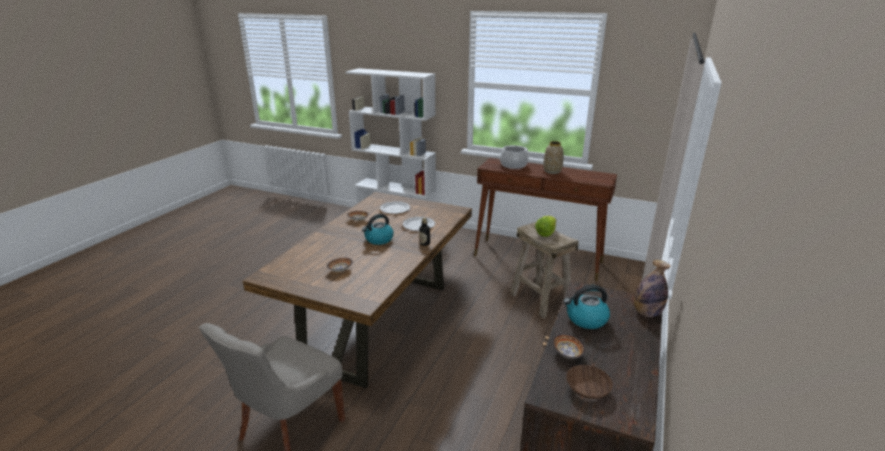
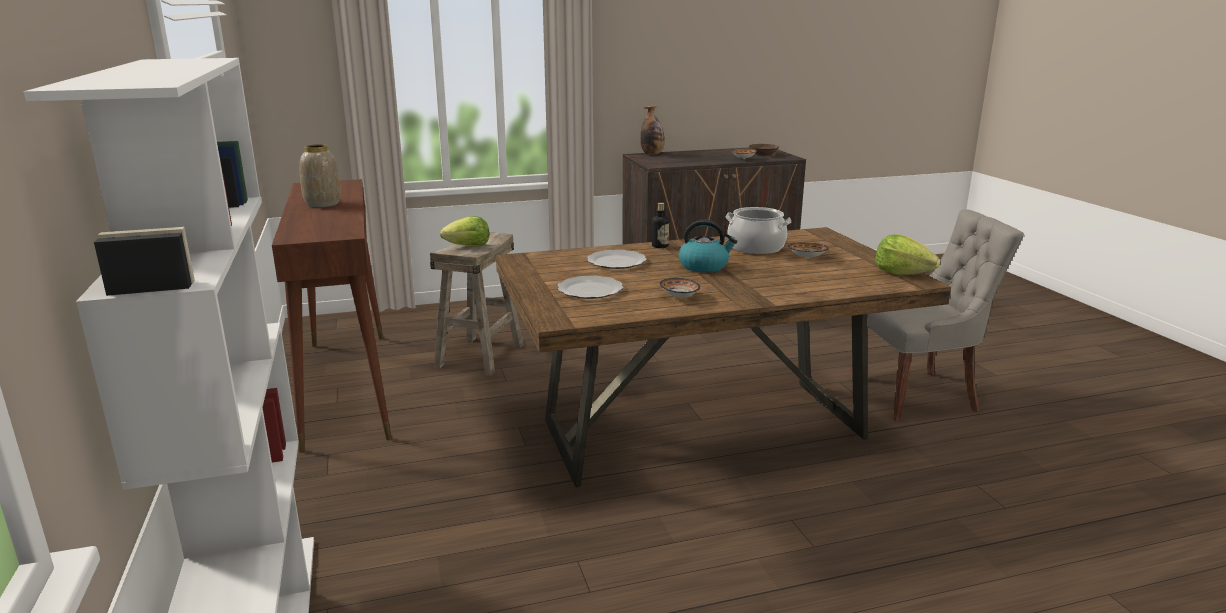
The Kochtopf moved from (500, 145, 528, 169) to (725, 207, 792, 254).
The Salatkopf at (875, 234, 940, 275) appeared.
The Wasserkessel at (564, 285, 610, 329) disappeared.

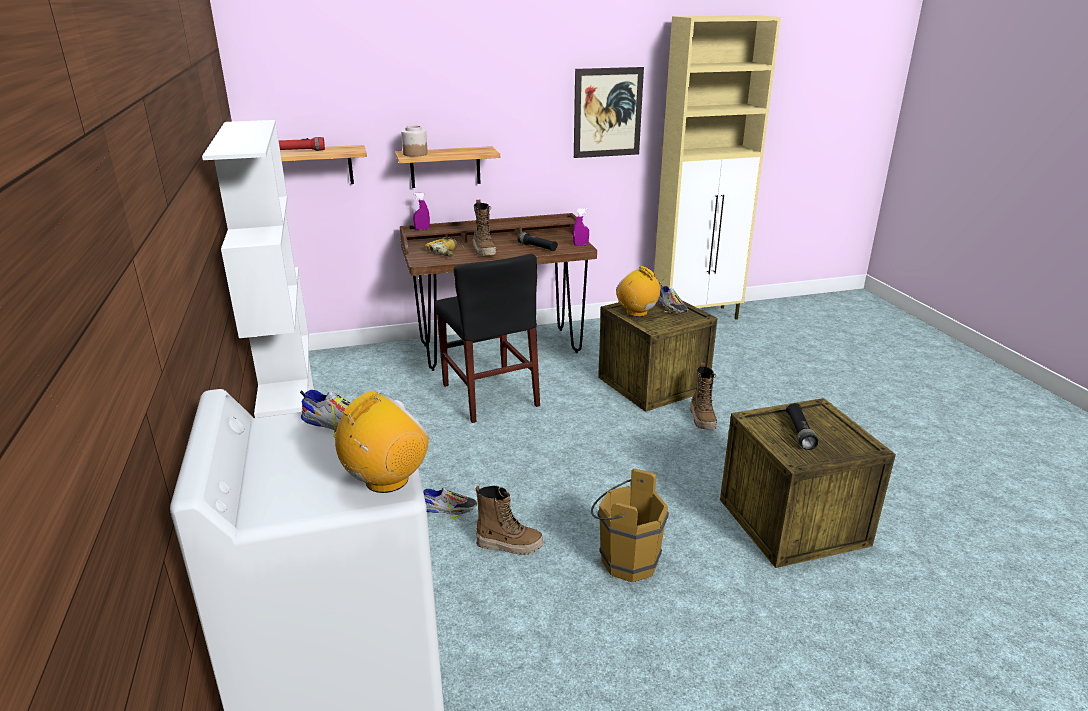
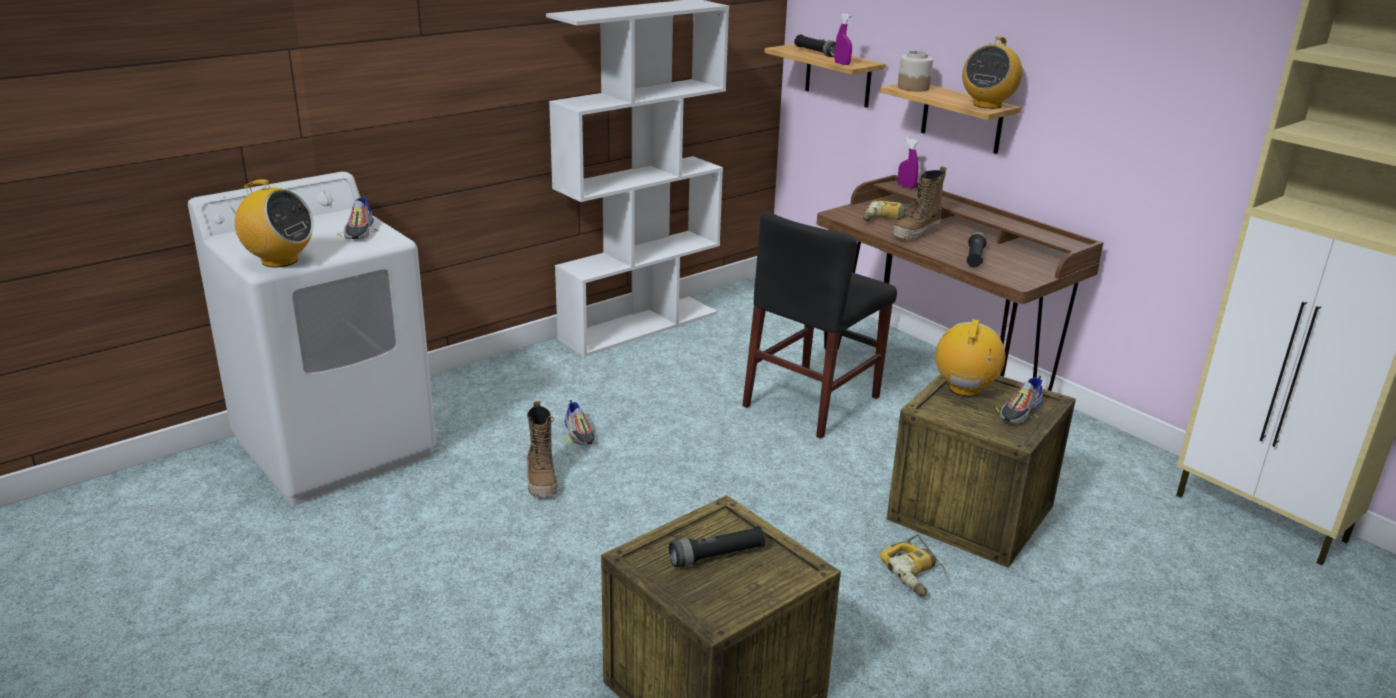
The Taschenlampe (rot) at (279, 137, 325, 151) became the Taschenlampe (schwarz) at (794, 34, 836, 57).
The Sprühflasche (lila) moved from (573, 208, 589, 246) to (834, 13, 853, 65).
The Stiefel at (690, 363, 717, 429) was replaced by the Bohrmaschine at (880, 535, 947, 597).
The Radio at (962, 37, 1022, 109) appeared.
The Bild at (574, 67, 644, 158) disappeared.
The Eimer (braun) at (591, 469, 669, 582) disappeared.

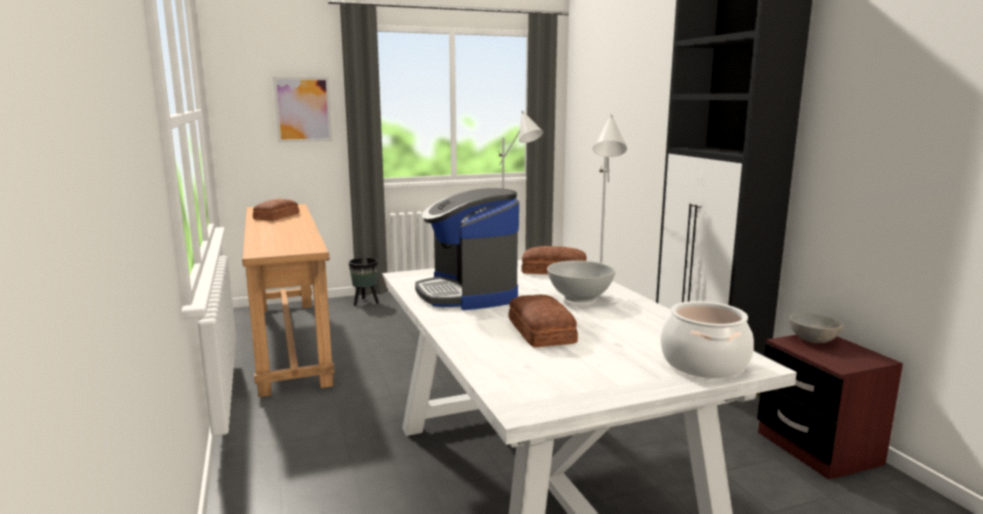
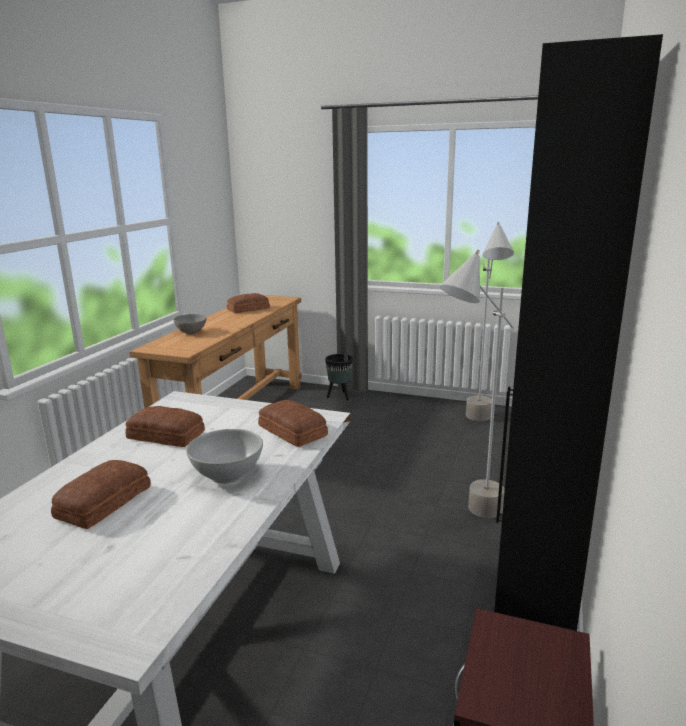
The Kaffeemaschine at (415, 188, 519, 310) was replaced by the Brot at (125, 406, 205, 447).
The Schüssel (grau) moved from (789, 313, 843, 343) to (173, 314, 207, 334).
The Bild at (273, 77, 333, 143) disappeared.
The Kochtopf at (660, 301, 754, 378) disappeared.

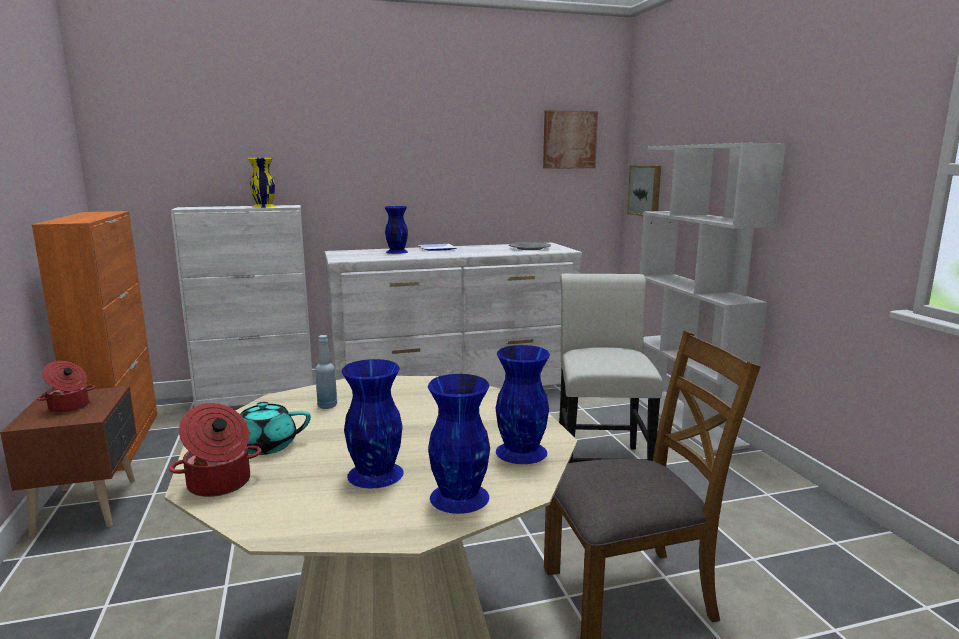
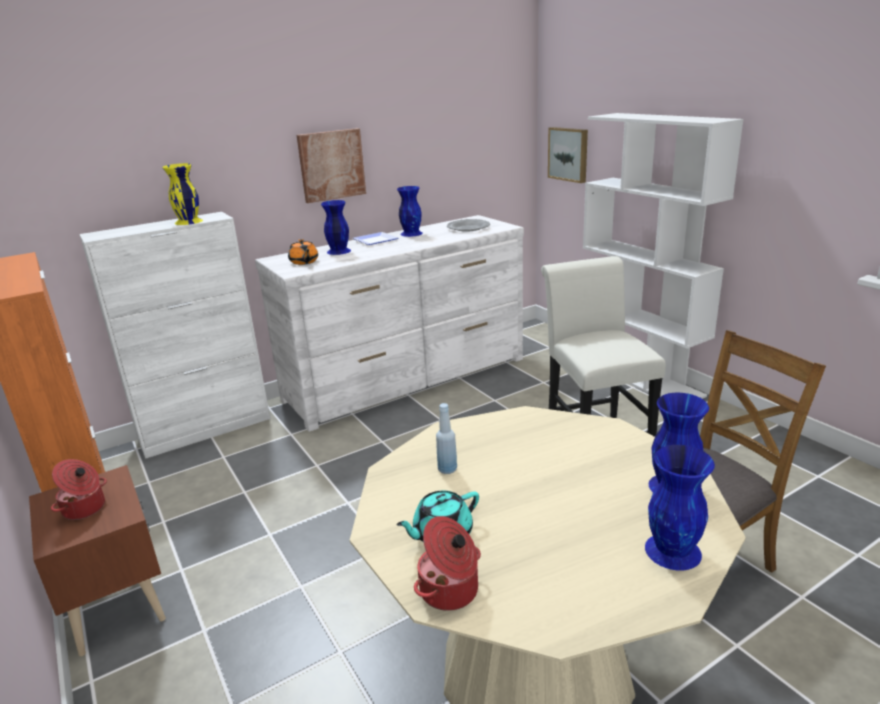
The Teekanne (orange) at (288, 239, 318, 265) appeared.
The Bild moved from (543, 110, 598, 168) to (297, 128, 366, 203).
The Vase (blau) moved from (342, 359, 403, 488) to (397, 186, 423, 237).

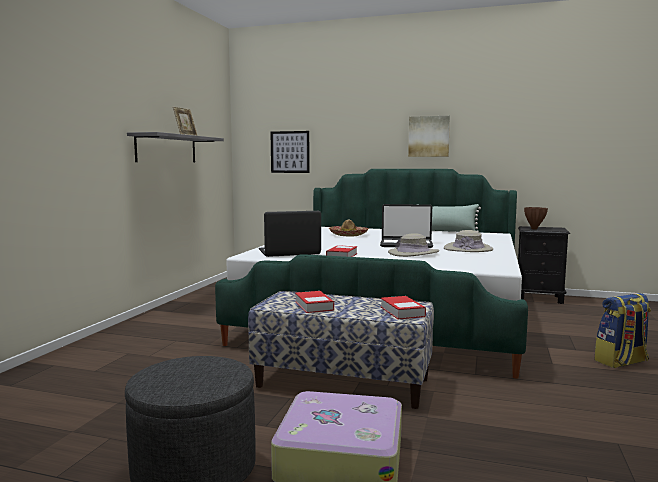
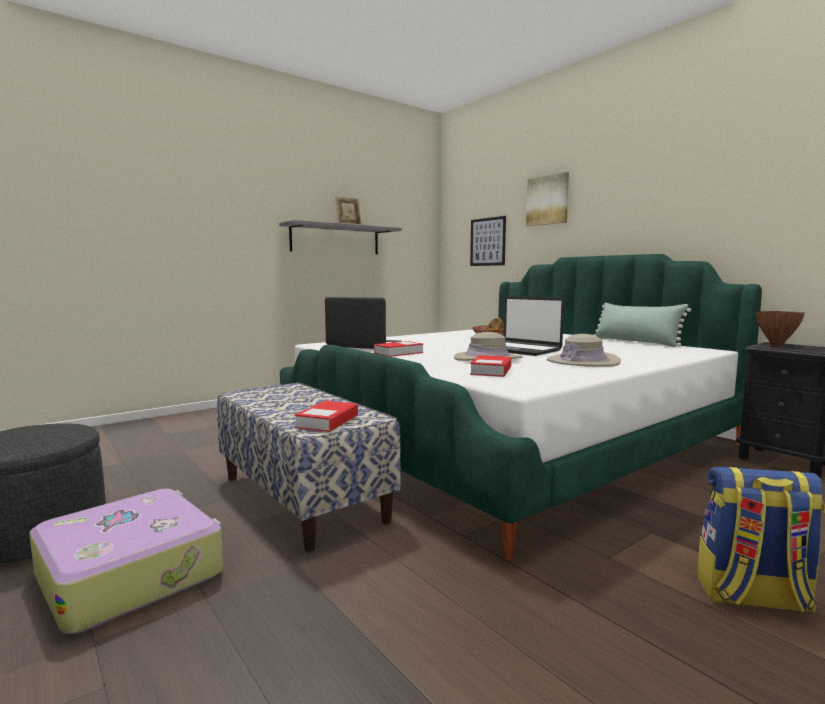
The Buch moved from (295, 291, 334, 313) to (470, 355, 511, 377).
The Bild moved from (408, 116, 450, 157) to (526, 172, 569, 226).

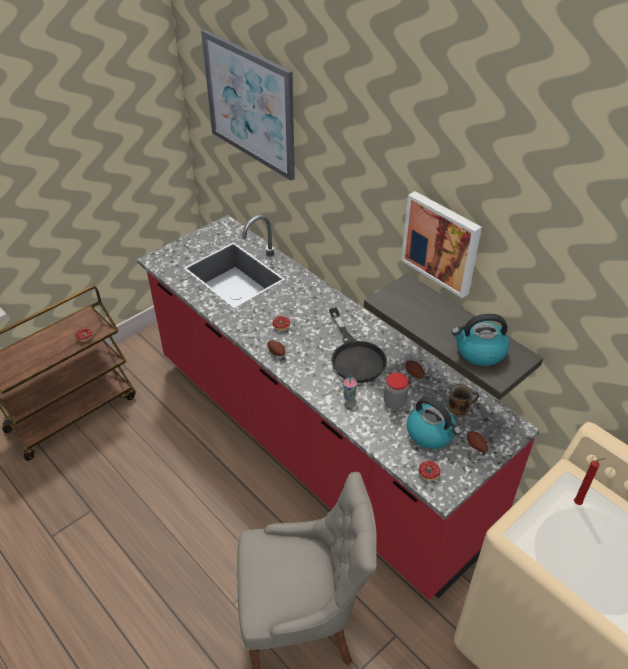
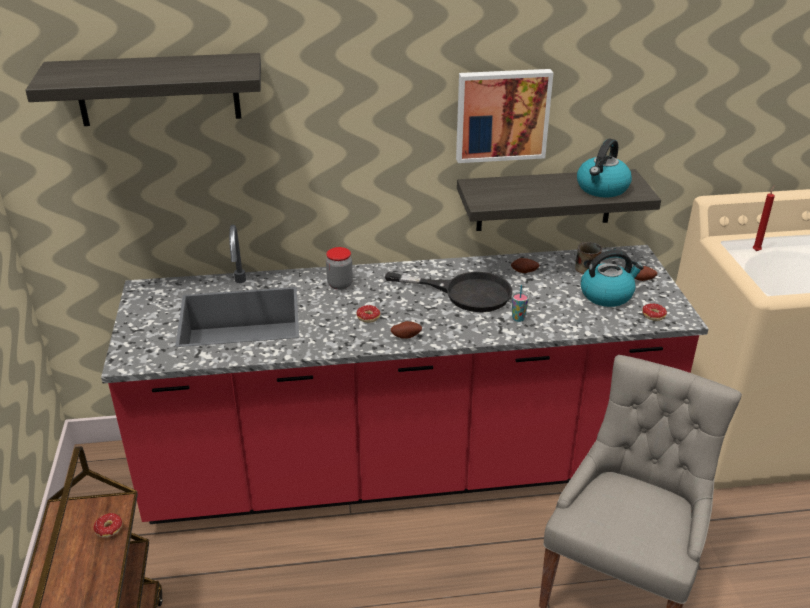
The Bild at (201, 30, 295, 181) was replaced by the Wandregal at (25, 53, 261, 126).
The Vorratsglas moved from (384, 372, 409, 409) to (326, 247, 353, 290).

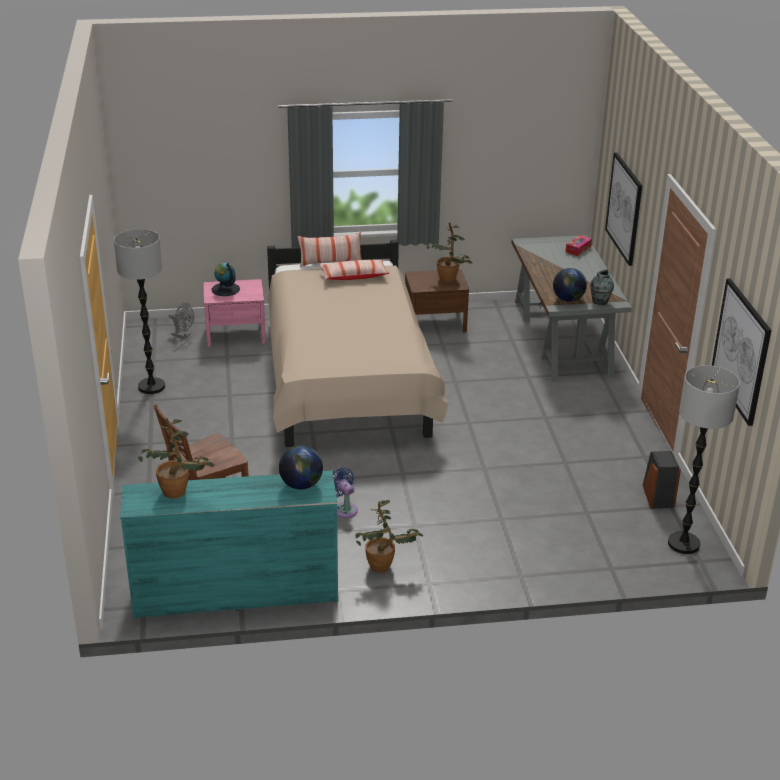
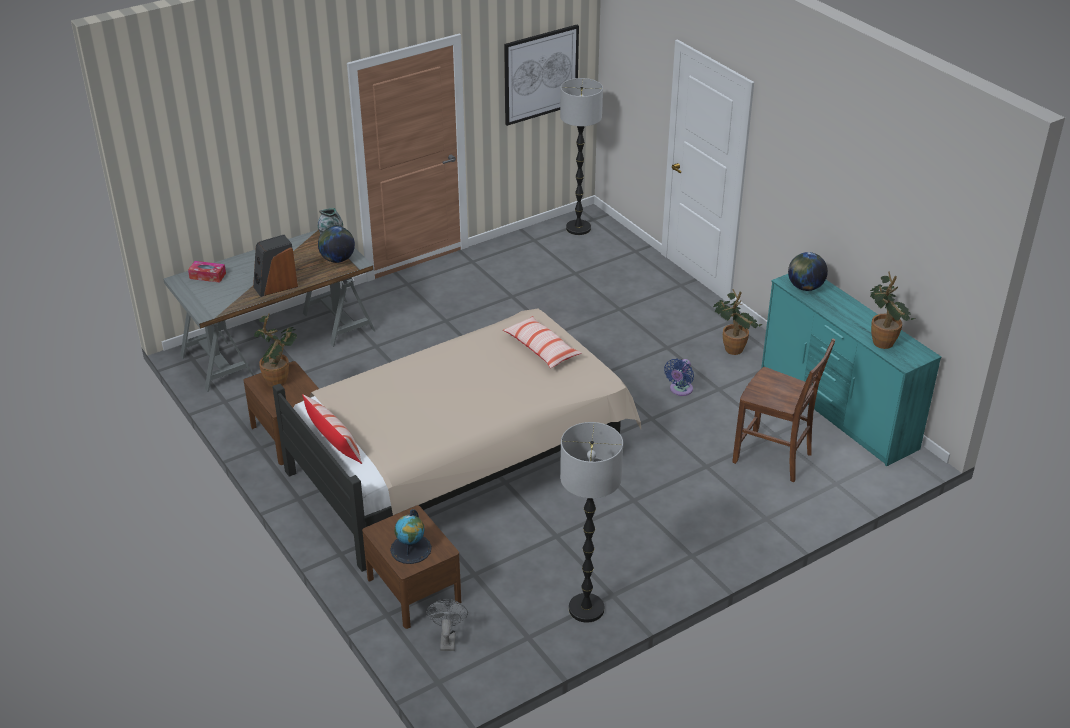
The Lautsprecher moved from (643, 451, 681, 509) to (253, 235, 298, 297).
The Nachttisch (rosa) at (204, 279, 266, 347) became the Nachttisch (braun) at (362, 505, 461, 629).
The Kissen moved from (319, 260, 389, 280) to (503, 316, 582, 368).
The Bild at (605, 153, 642, 266) disappeared.

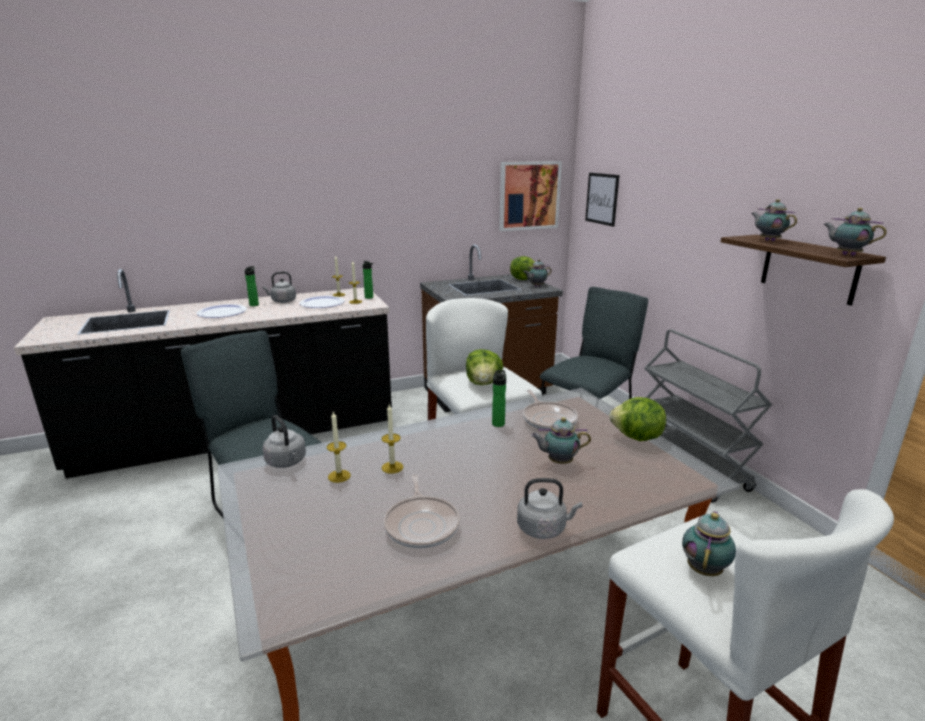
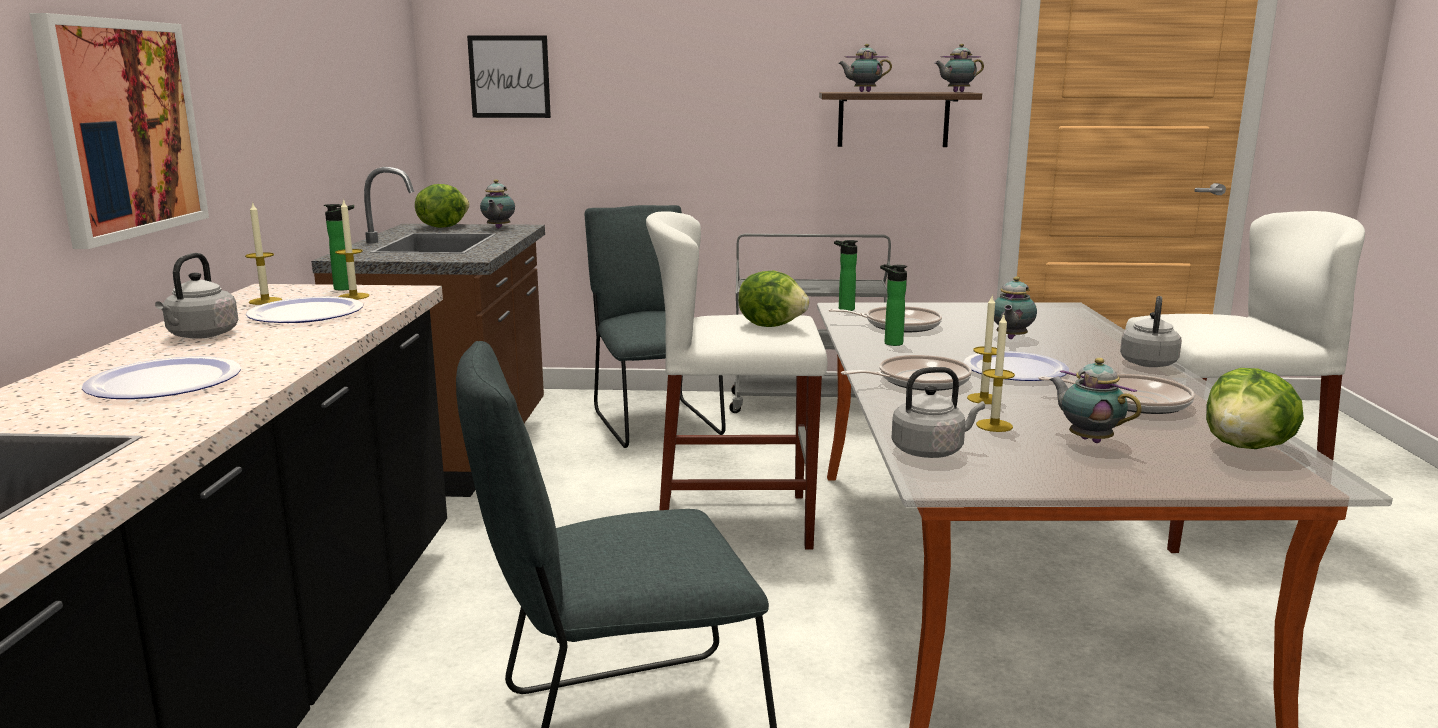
The Bild moved from (499, 161, 562, 231) to (29, 13, 209, 249).
The Flasche moved from (245, 266, 259, 306) to (834, 240, 858, 311).
The Pfanne at (841, 355, 972, 391) appeared.
The Teller at (963, 351, 1069, 381) appeared.
The Teekanne moved from (682, 511, 736, 576) to (1049, 358, 1142, 443).
The Salatkopf moved from (609, 397, 666, 441) to (1206, 368, 1304, 449).

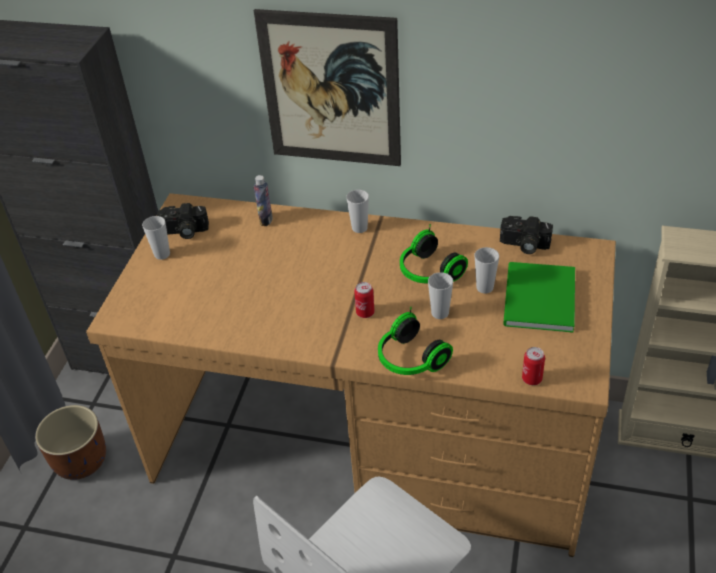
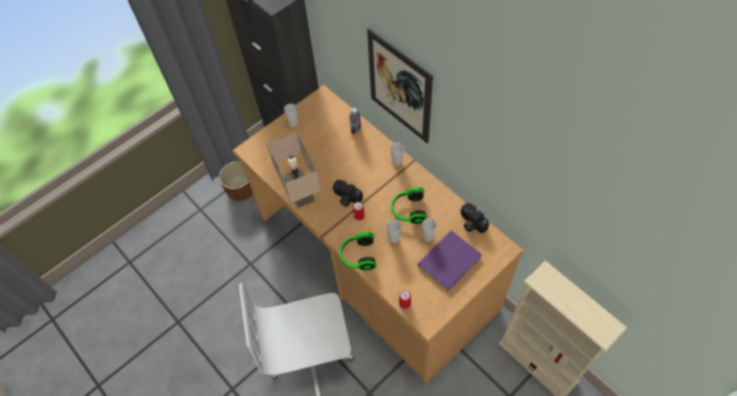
The Tischlampe (beige) at (267, 132, 321, 208) appeared.
The Kamera moved from (157, 203, 209, 239) to (333, 180, 363, 207).
The Buch (grün) at (503, 262, 575, 333) became the Buch (lila) at (418, 231, 482, 291).

